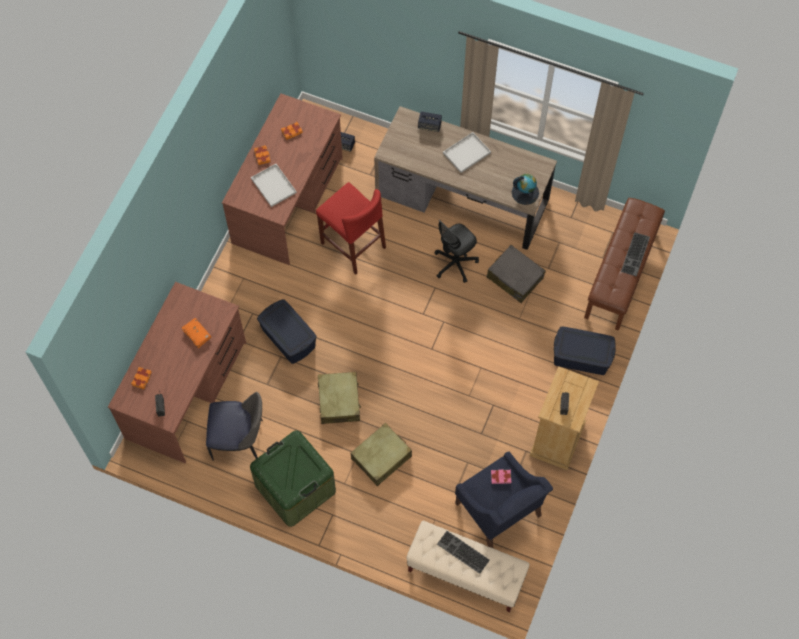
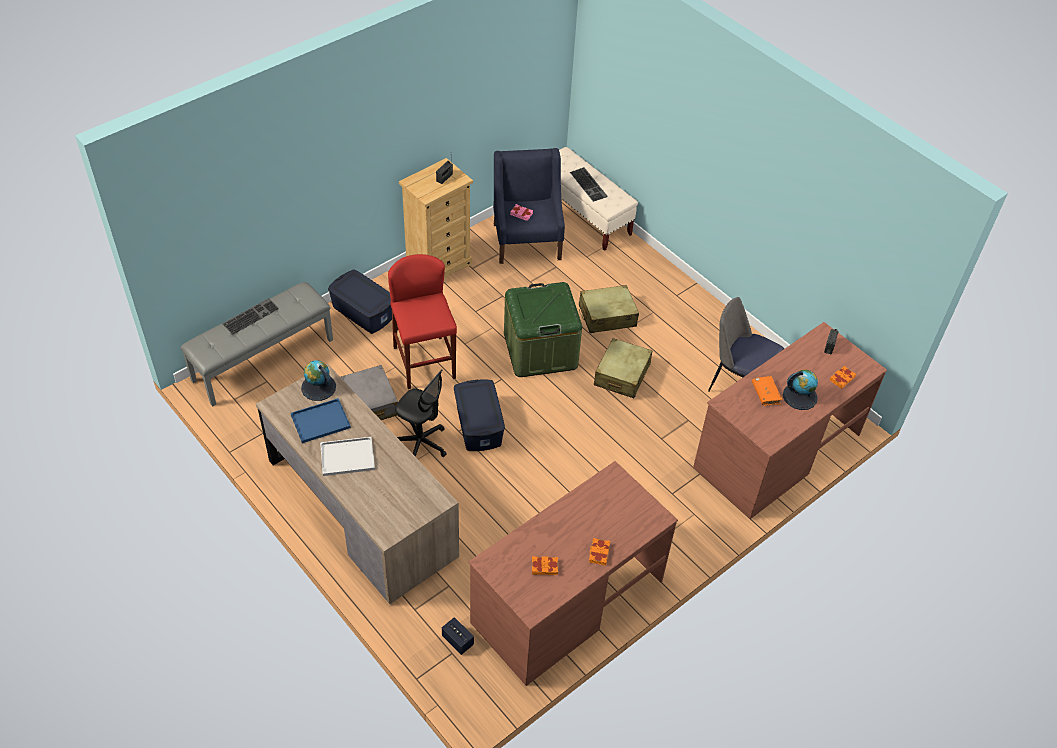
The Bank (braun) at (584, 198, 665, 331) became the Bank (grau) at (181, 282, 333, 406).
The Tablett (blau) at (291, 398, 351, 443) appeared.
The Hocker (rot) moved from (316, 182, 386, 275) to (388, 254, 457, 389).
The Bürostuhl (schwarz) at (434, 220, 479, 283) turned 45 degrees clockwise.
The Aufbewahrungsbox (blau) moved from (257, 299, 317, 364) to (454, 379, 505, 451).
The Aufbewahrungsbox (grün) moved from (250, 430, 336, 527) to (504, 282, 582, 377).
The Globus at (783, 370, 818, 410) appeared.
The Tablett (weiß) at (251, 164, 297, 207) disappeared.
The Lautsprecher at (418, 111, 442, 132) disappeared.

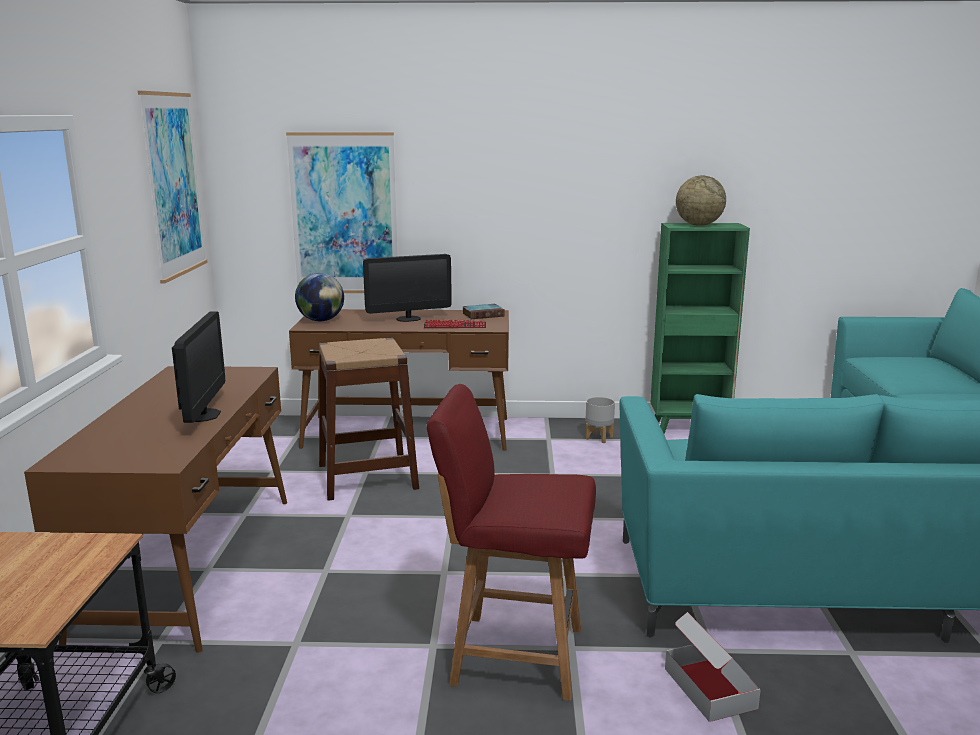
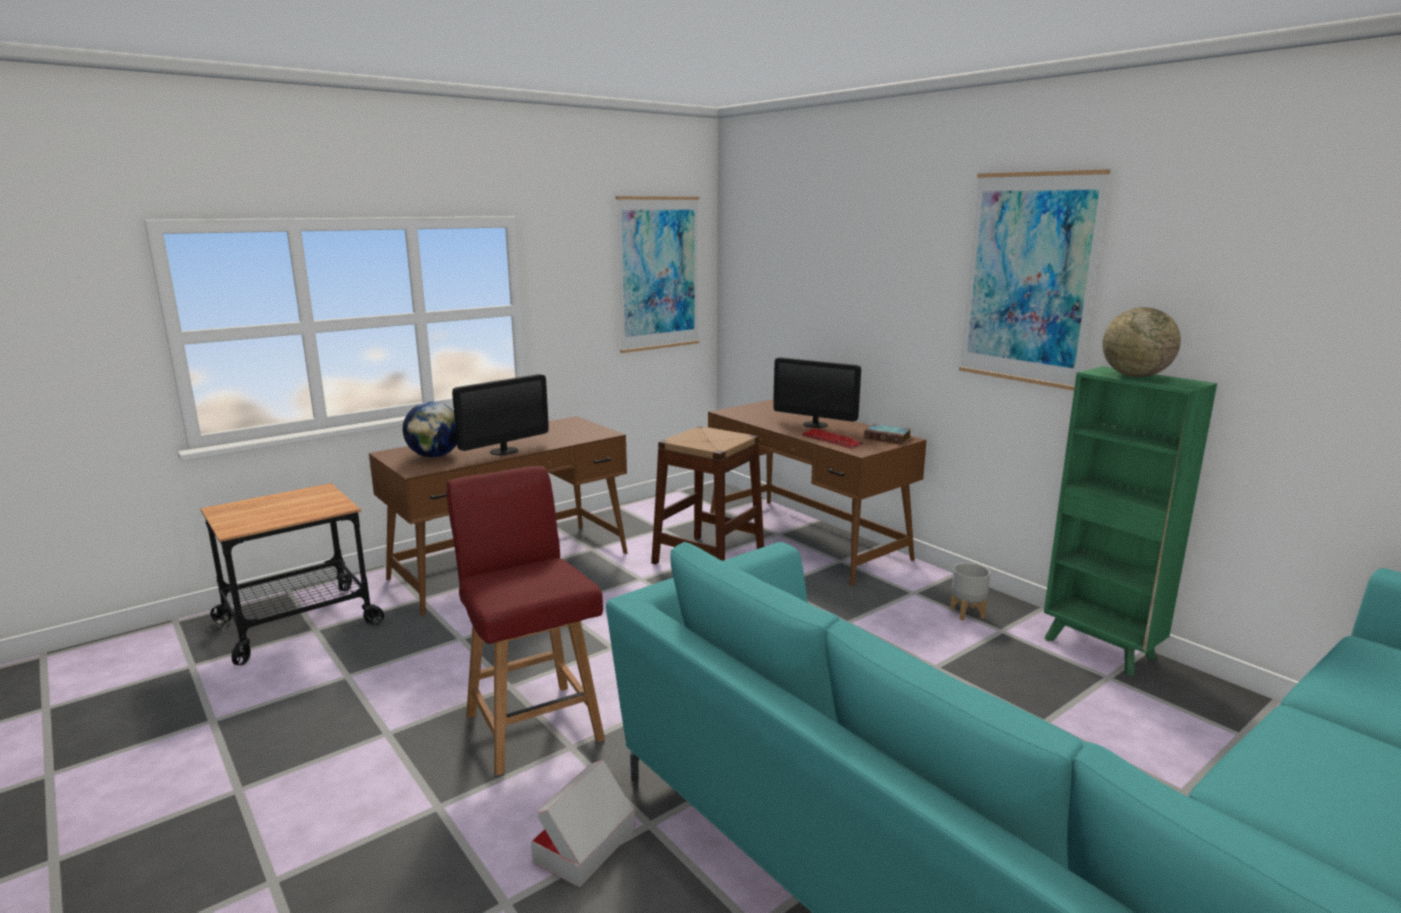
The Globus moved from (295, 273, 344, 321) to (403, 402, 457, 457).
The Bild moved from (286, 132, 397, 293) to (959, 169, 1110, 391).

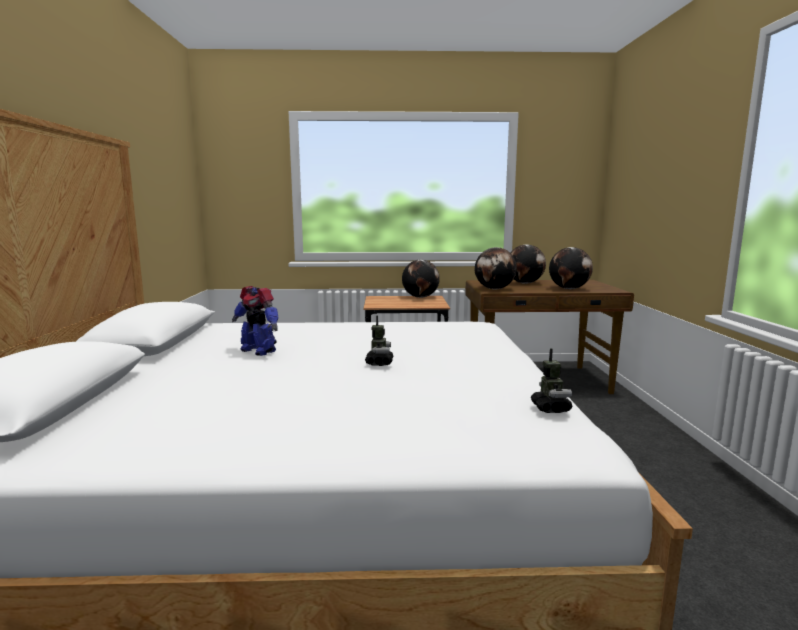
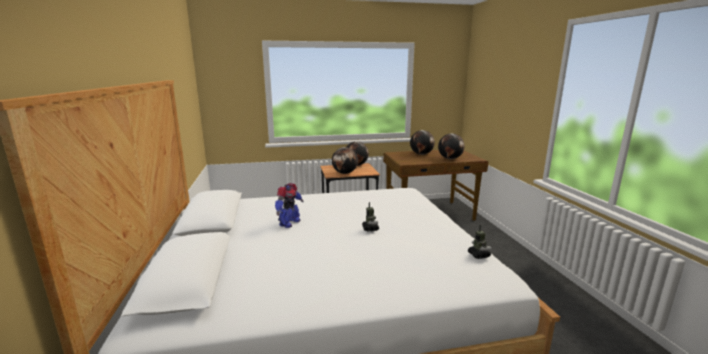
The Spielzeugroboter at (232, 286, 279, 356) turned 90 degrees counterclockwise.
The Globus moved from (474, 247, 517, 289) to (332, 147, 358, 174).

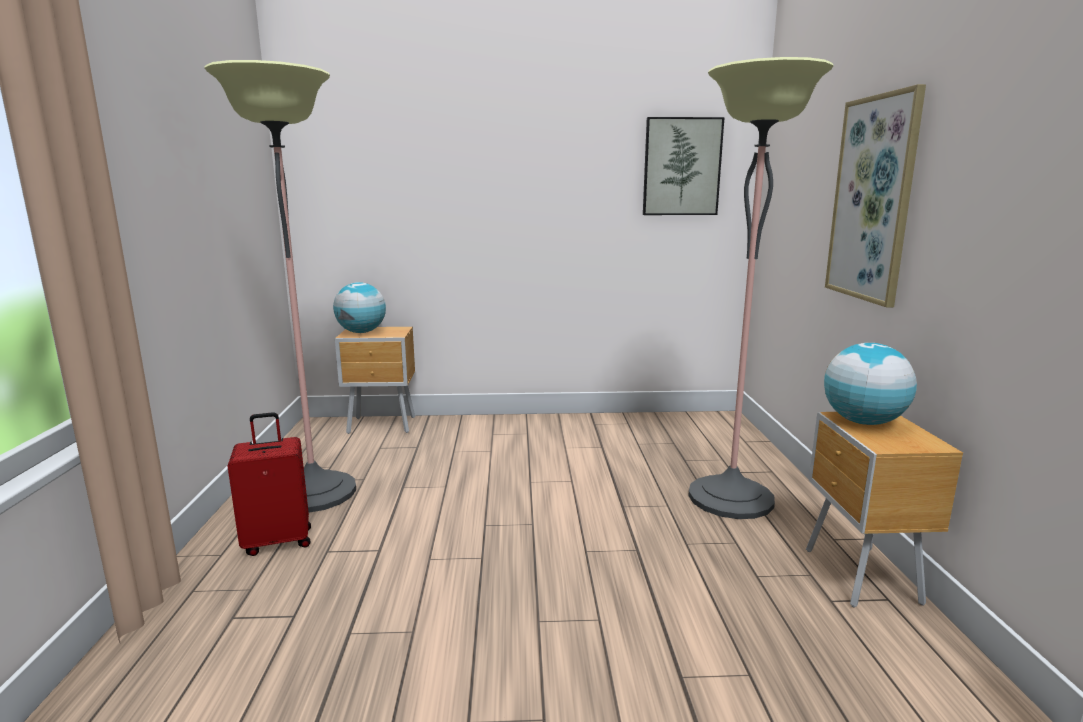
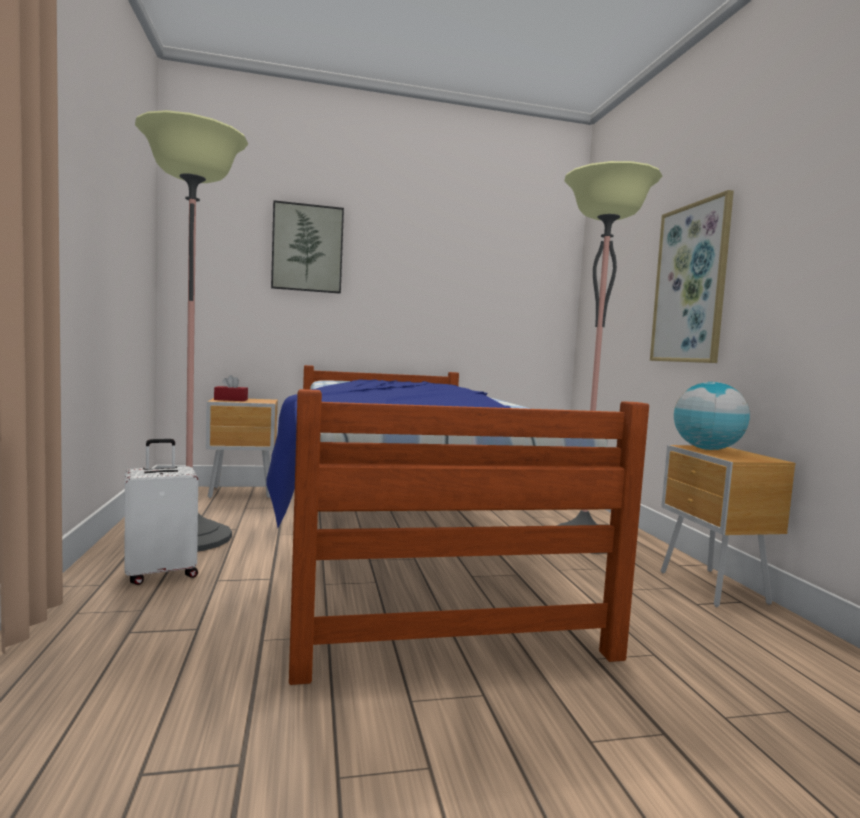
The Koffer (rot) at (228, 412, 311, 556) became the Koffer (weiß) at (125, 439, 198, 585).
The Globus at (333, 282, 386, 333) was replaced by the Taschentuchbox (rot) at (214, 375, 248, 401).
The Bett at (266, 365, 649, 685) appeared.
The Bild moved from (643, 117, 725, 215) to (271, 200, 344, 294).

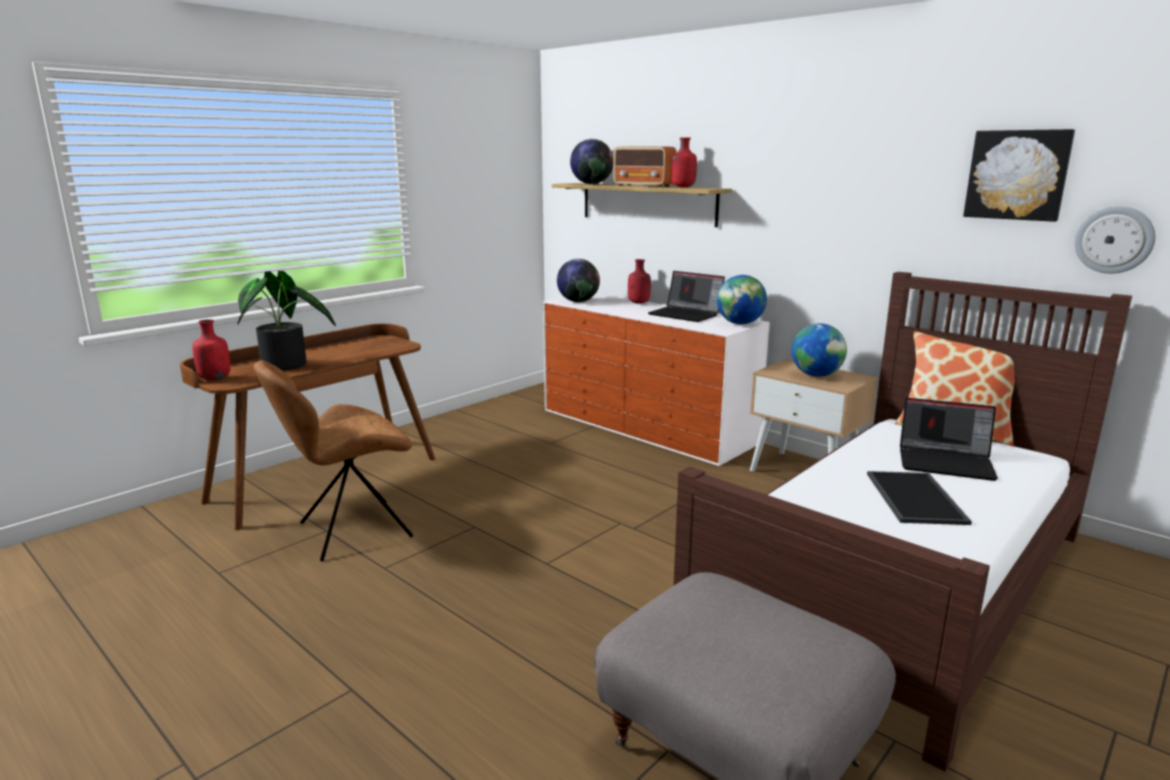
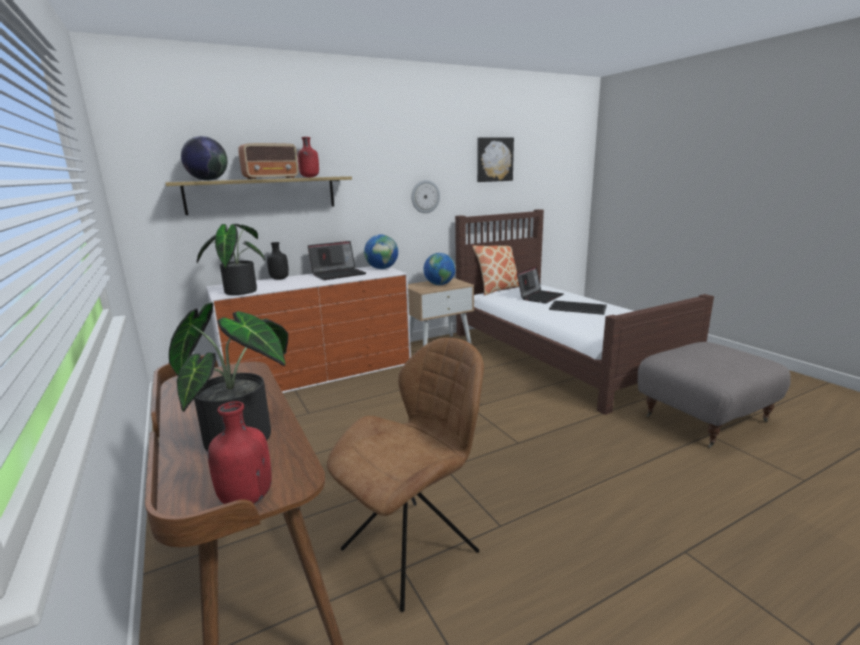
The Globus at (557, 259, 600, 302) was replaced by the Topfpflanze at (197, 224, 266, 295).
The Flasche (rot) at (628, 259, 651, 304) became the Flasche (schwarz) at (267, 242, 289, 280).
The Stuhl (braun) at (253, 360, 413, 561) turned 120 degrees counterclockwise.
The Wanduhr moved from (1074, 206, 1156, 274) to (411, 180, 440, 213).

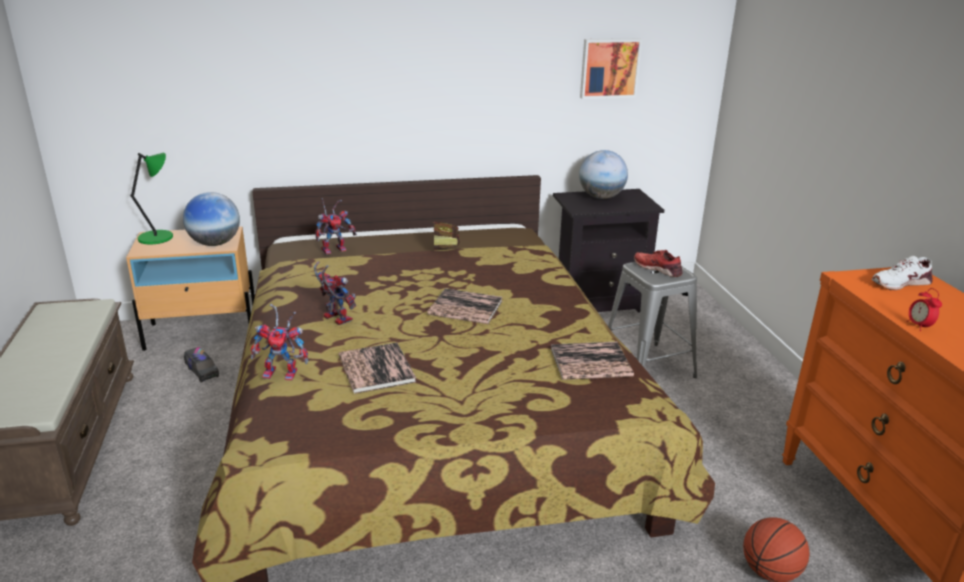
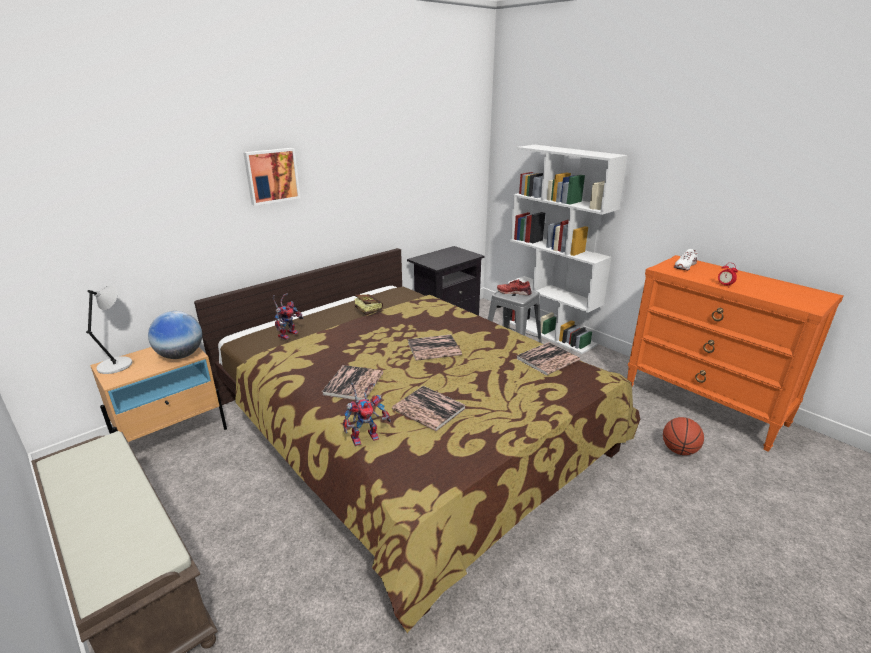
The Tischlampe (grün) at (130, 153, 173, 245) became the Tischlampe (grau) at (86, 285, 132, 374).
The Bild moved from (580, 38, 642, 99) to (243, 148, 300, 206).
The Spielzeugroboter at (314, 261, 356, 325) was replaced by the Buch at (322, 365, 383, 400).
The Bücherregal (weiß) at (507, 145, 628, 354) appeared.
The Spielzeuglaster at (184, 347, 219, 383) disappeared.
The Globus at (579, 150, 628, 199) disappeared.

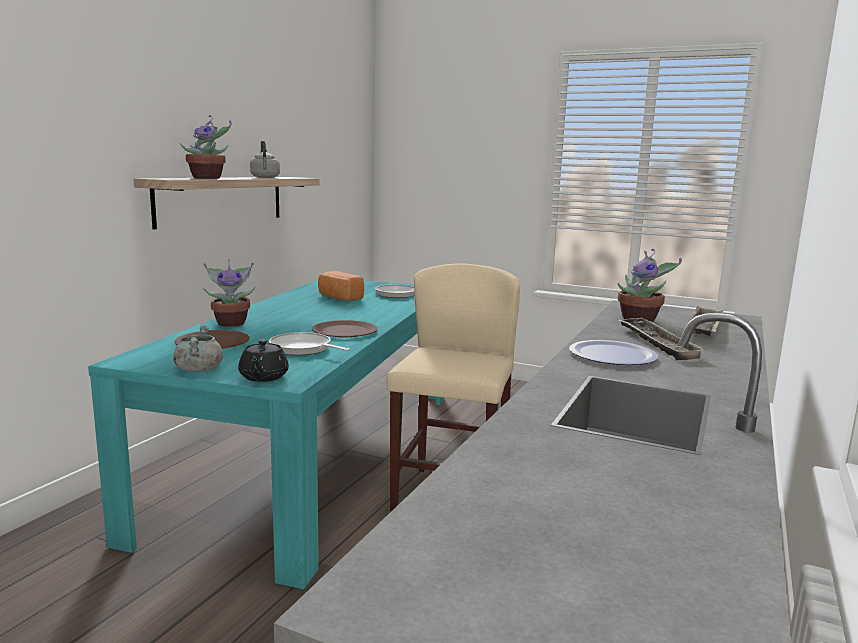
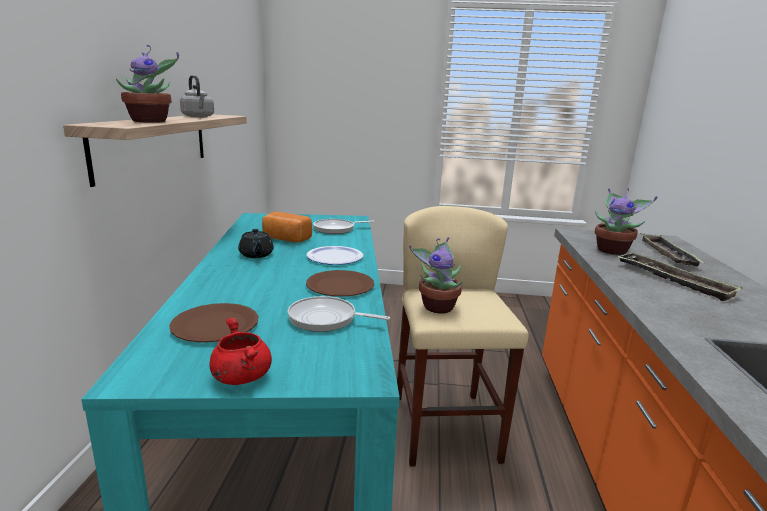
The Kochtopf (grau) at (173, 325, 223, 372) became the Kochtopf (rot) at (209, 318, 272, 385).
The Teekanne (schwarz) moved from (238, 340, 289, 382) to (238, 229, 274, 258).
The Teller moved from (569, 340, 658, 365) to (307, 246, 363, 265).
The Topfpflanze moved from (203, 260, 255, 327) to (409, 237, 463, 314).

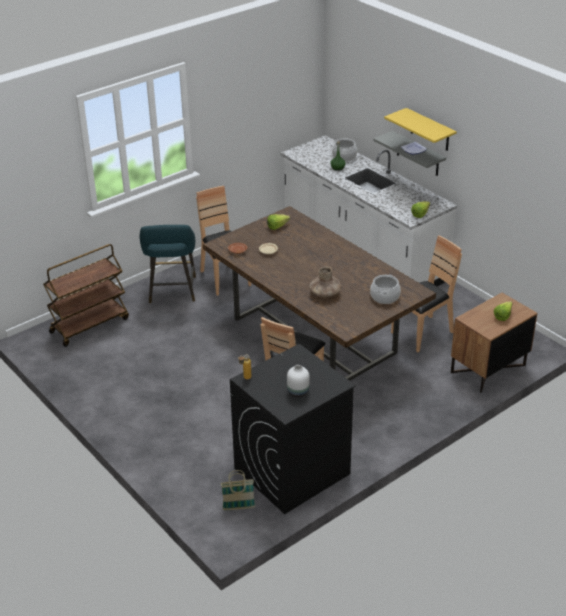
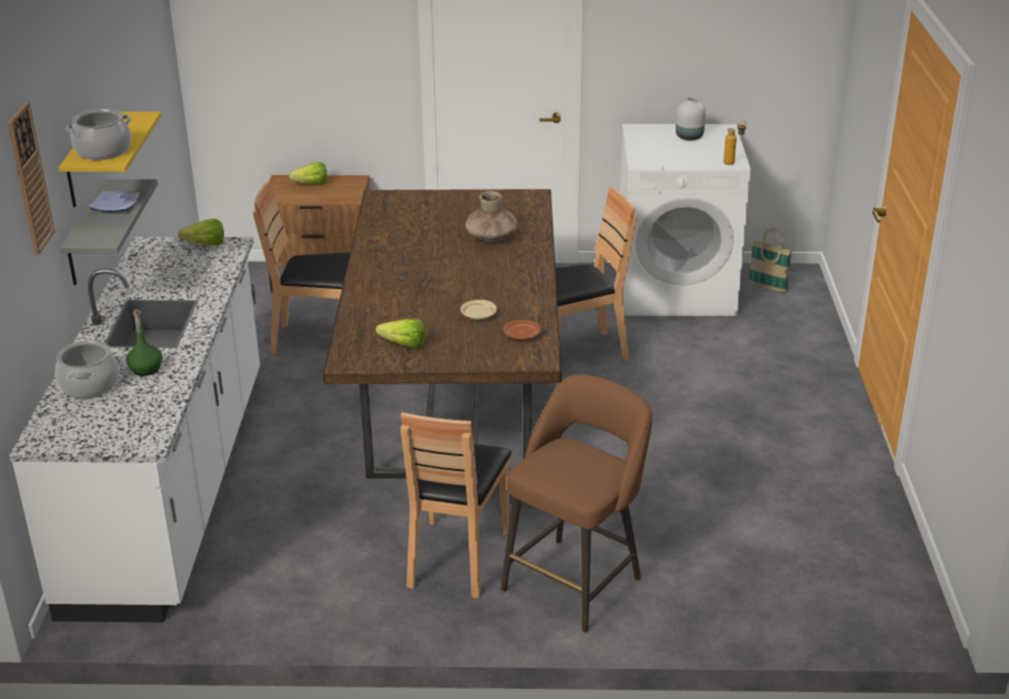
The Wanduhr at (7, 102, 55, 255) appeared.
The Kochtopf moved from (370, 274, 401, 304) to (66, 109, 132, 160).
The Hocker (türkis) at (140, 225, 196, 304) became the Hocker (braun) at (501, 375, 652, 633).
The Waschmaschine (schwarz) at (230, 344, 356, 514) became the Waschmaschine (weiß) at (620, 124, 751, 316).
The Rollwagen (braun) at (43, 244, 129, 347) disappeared.

